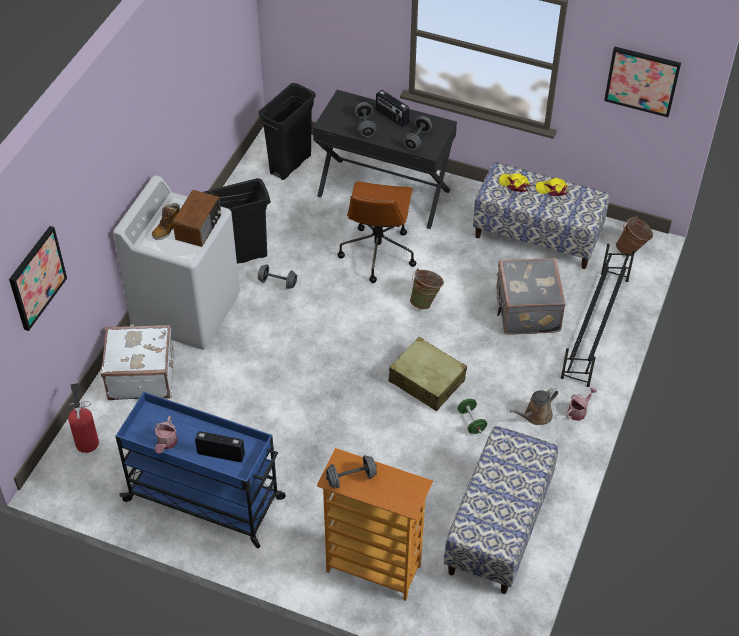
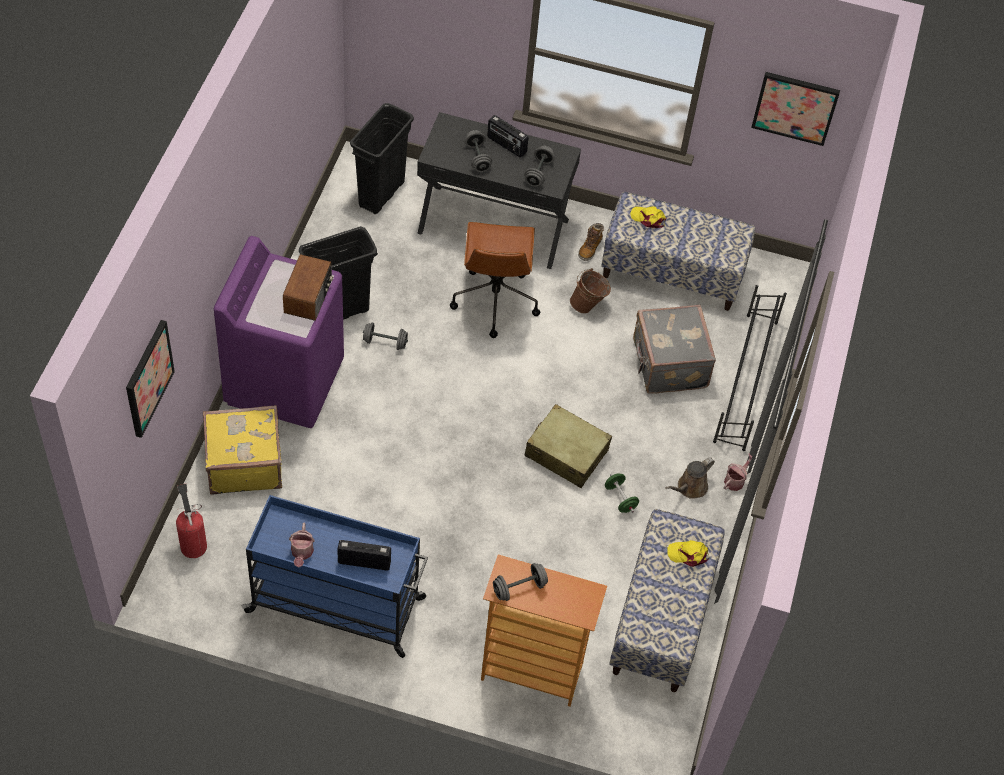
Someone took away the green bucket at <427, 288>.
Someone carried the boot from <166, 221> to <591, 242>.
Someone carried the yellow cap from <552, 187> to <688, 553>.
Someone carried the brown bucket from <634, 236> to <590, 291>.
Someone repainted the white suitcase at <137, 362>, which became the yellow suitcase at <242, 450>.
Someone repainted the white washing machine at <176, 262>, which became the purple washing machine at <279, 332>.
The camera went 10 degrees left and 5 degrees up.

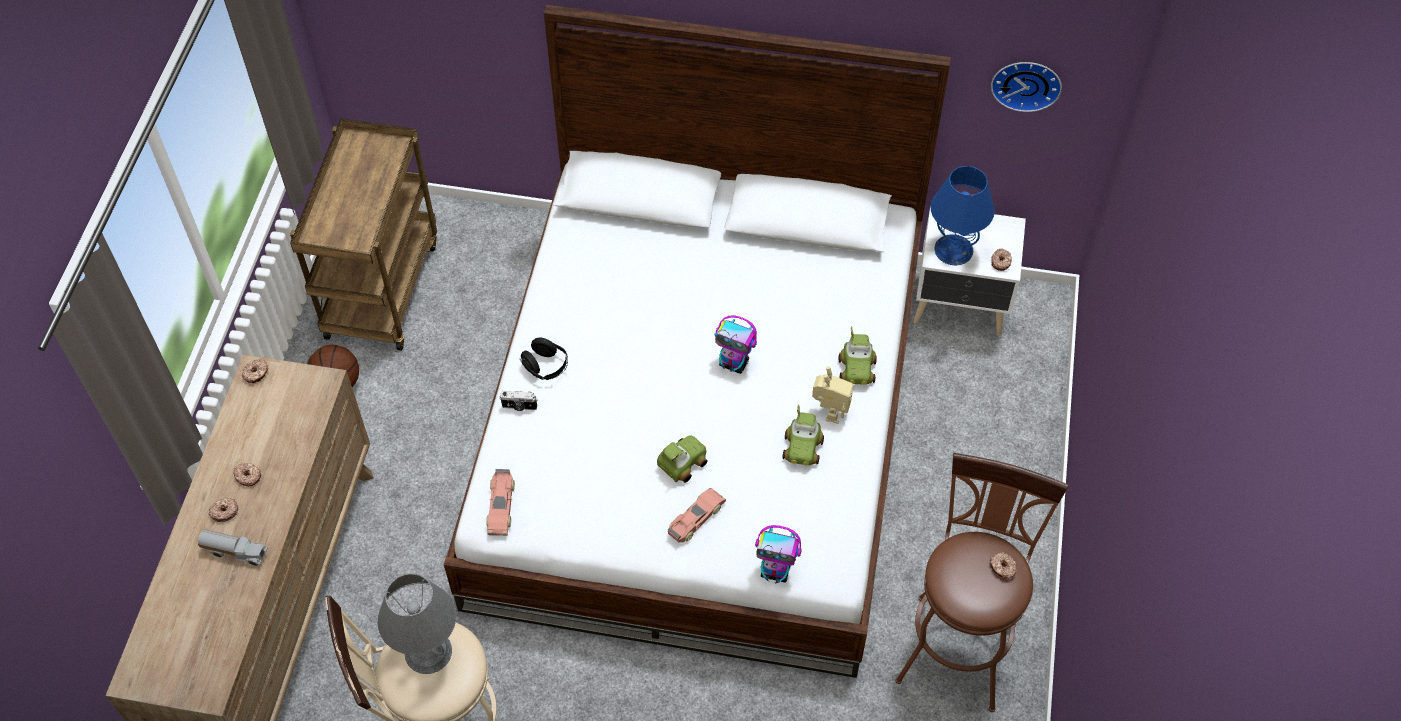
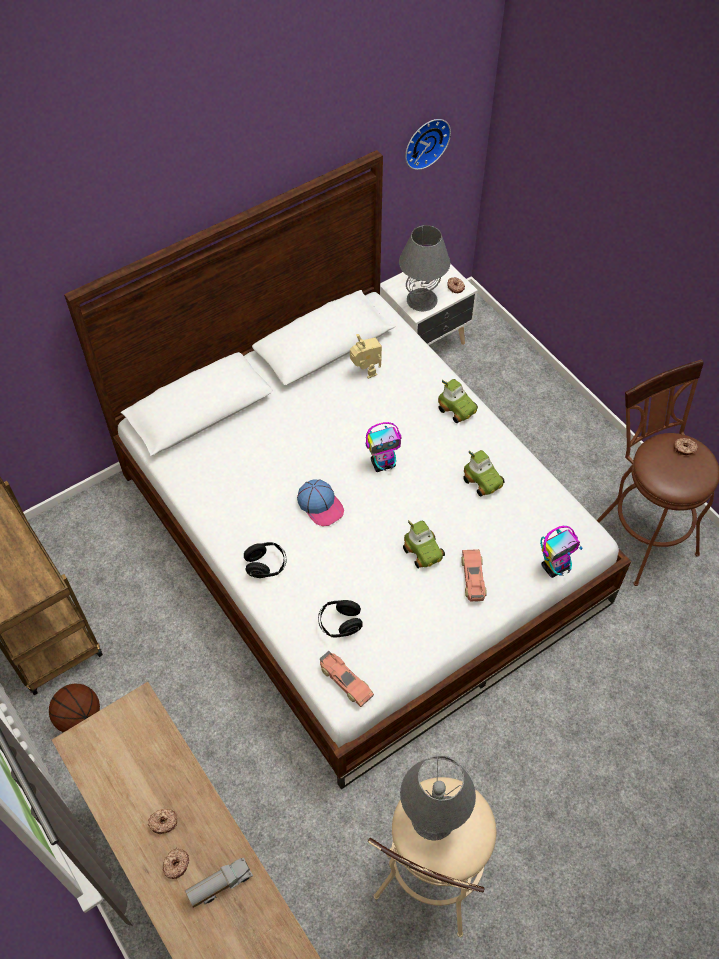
Someone took away the donut at <255, 371>.
Someone took away the photo camera at <518, 401>.
Someone put down the cap at <320, 503>.
Someone put down the black headphones at <340, 618>.
Someone carried the toy robot from <832, 395> to <366, 356>.
Someone repainted the blue table lamp at <963, 215>, which became the grey table lamp at <424, 268>.
Someone rotated the toy car at <682, 459> by 150 degrees clockwise.
The camera went 45 degrees left and 0 degrees up.

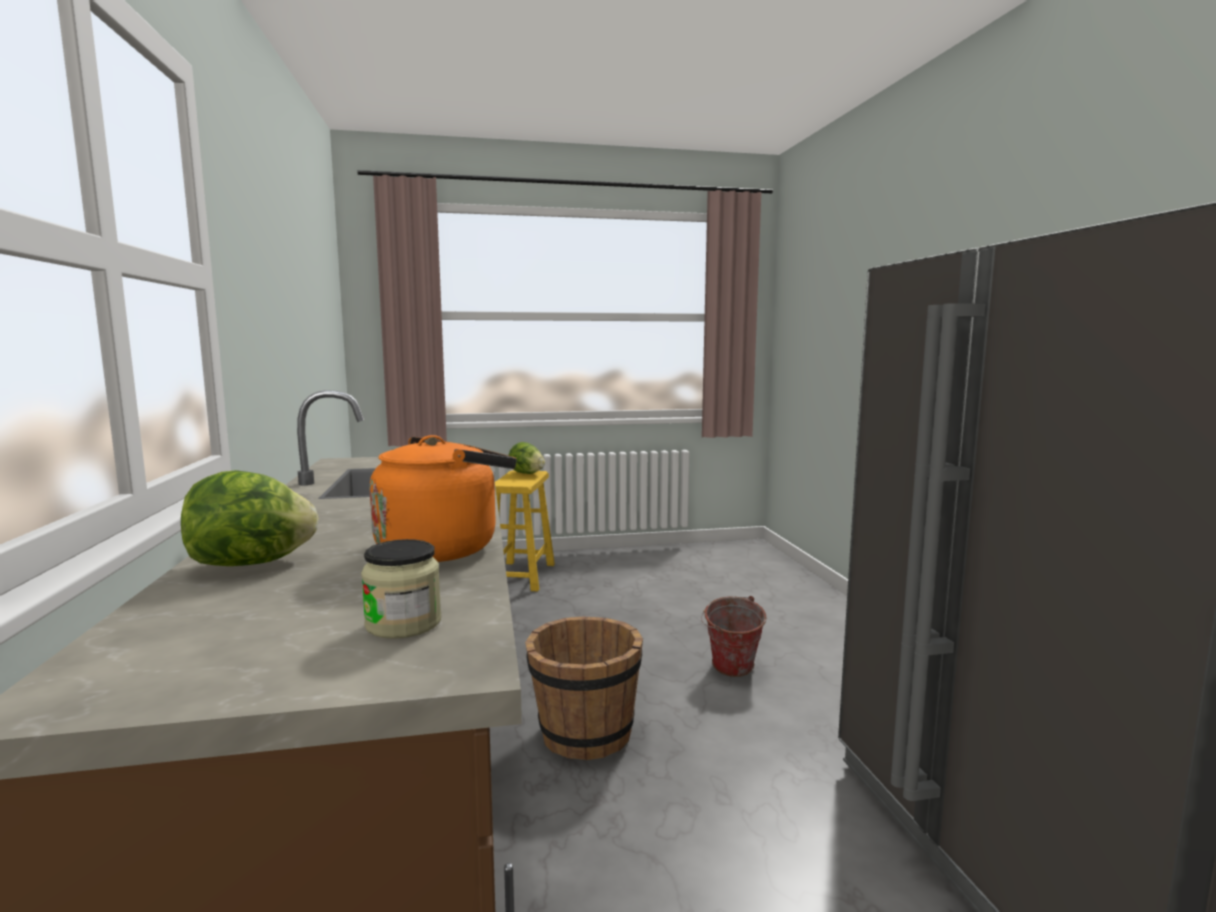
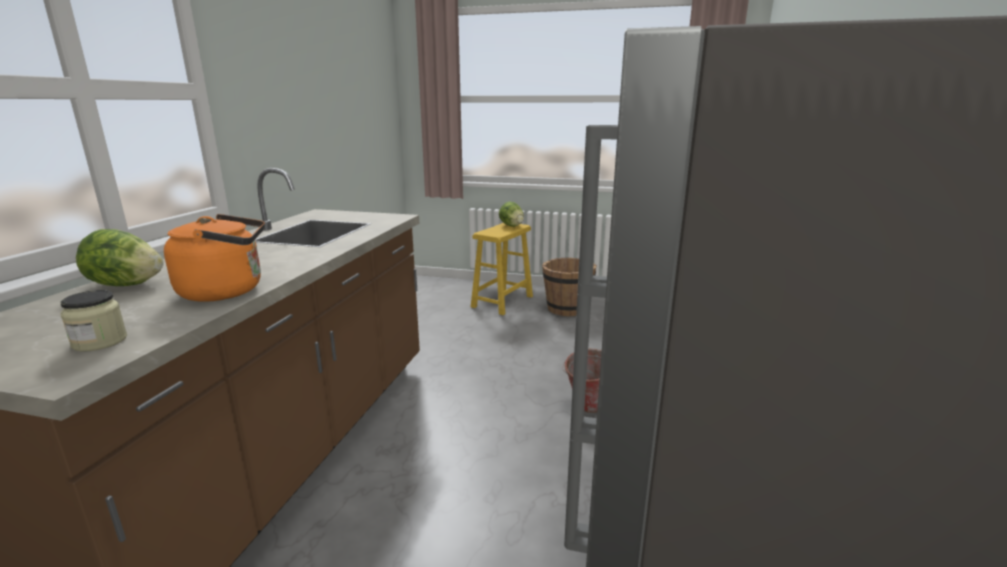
Someone carried the brown bucket from <584, 688> to <569, 287>.
The camera went 25 degrees right and 10 degrees up.

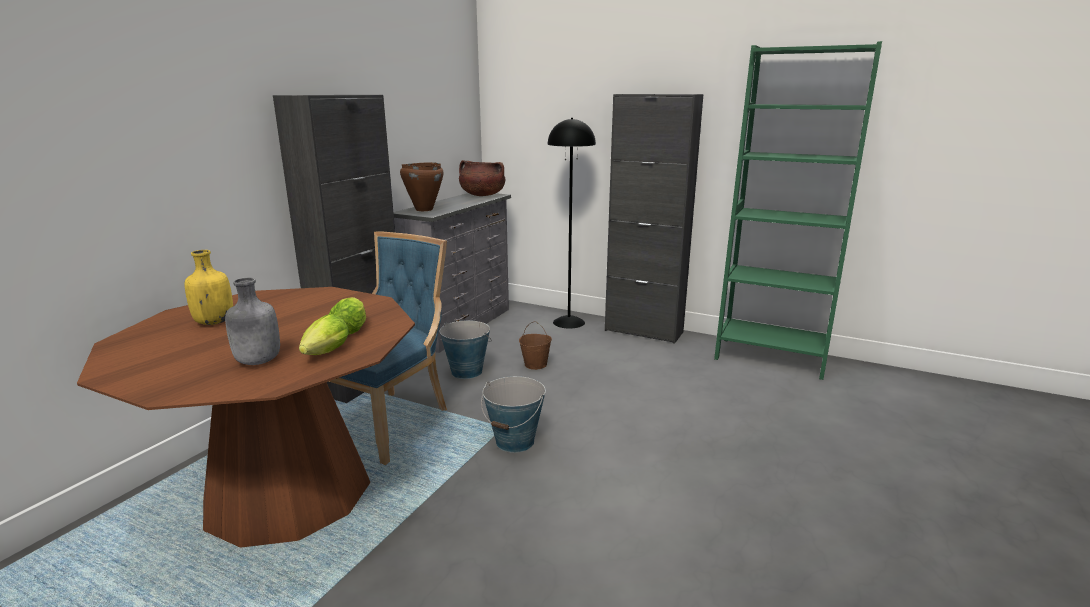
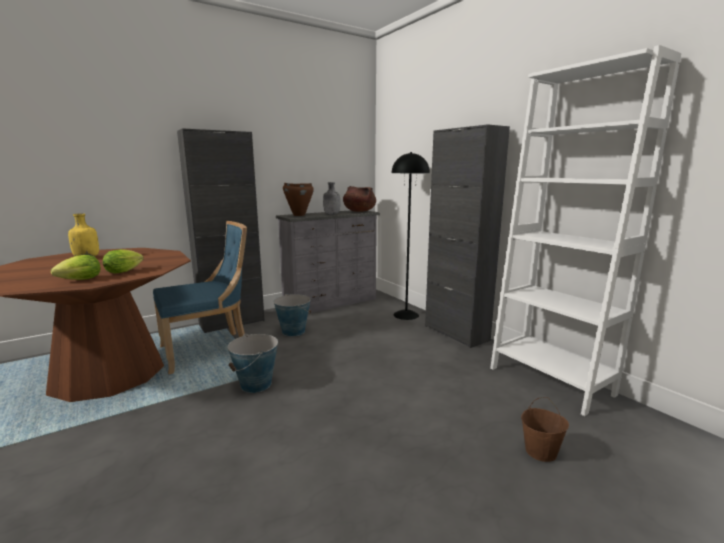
Someone carried the grey bottle from <252, 321> to <331, 198>.
Someone carried the brown bucket from <535, 345> to <545, 429>.
Someone repainted the green bookcase at <798, 210>, which became the white bookcase at <585, 230>.
The camera went 30 degrees right and 5 degrees down.

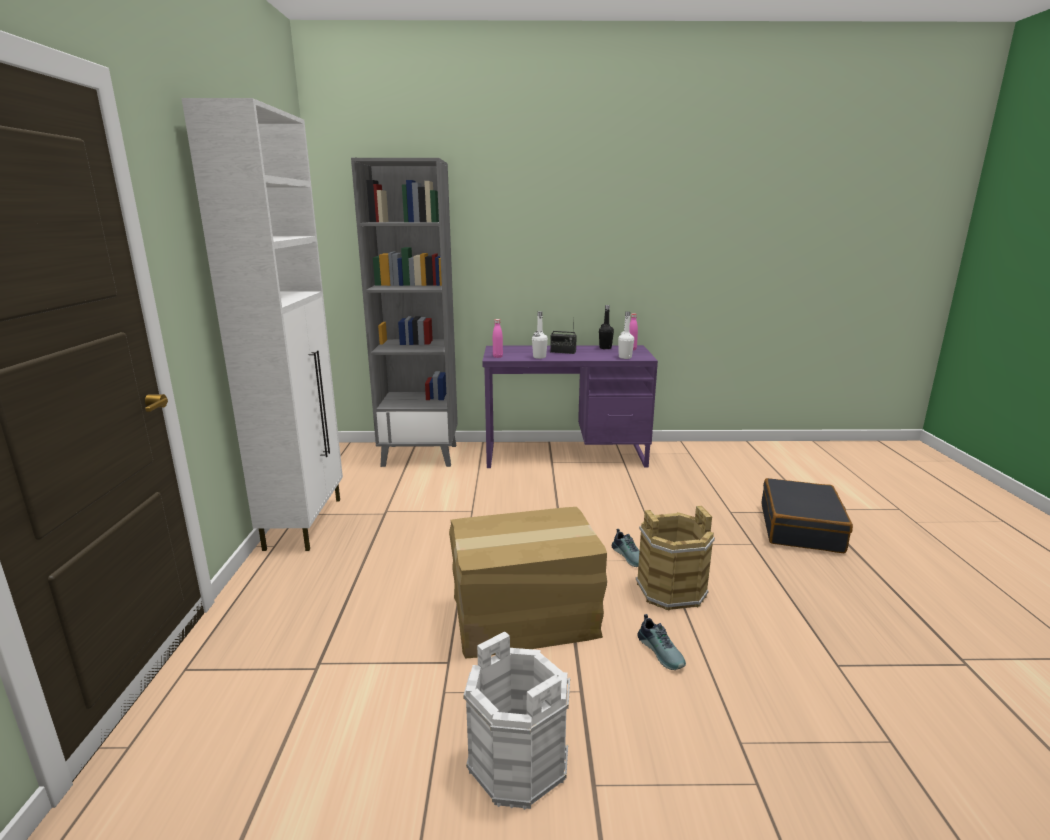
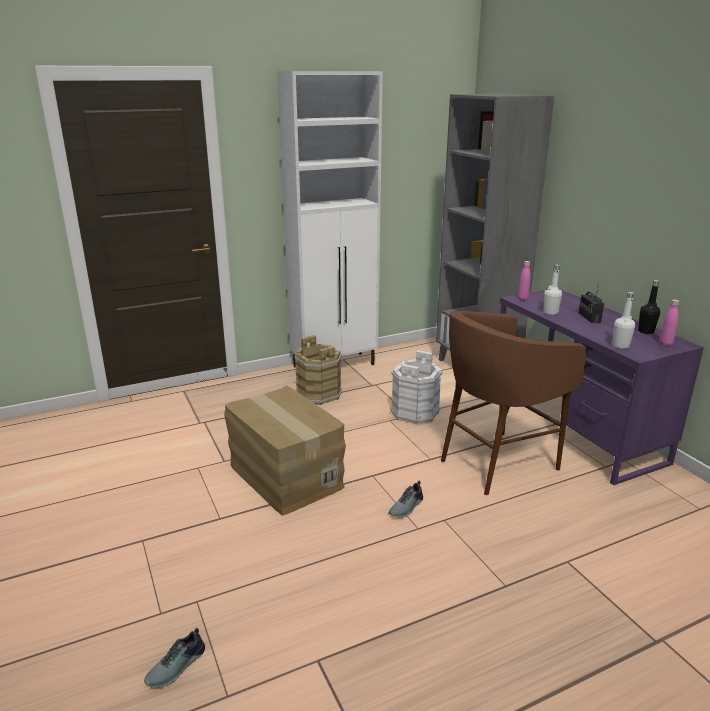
Someone took away the black suitcase at <807, 515>.
Someone put down the brown stool at <514, 403>.
Someone carried the white bucket from <516, 720> to <416, 387>.
Someone carried the brown bucket from <675, 558> to <318, 370>.
Someone carried the shoe from <661, 642> to <174, 658>.
The camera went 65 degrees right and 5 degrees up.

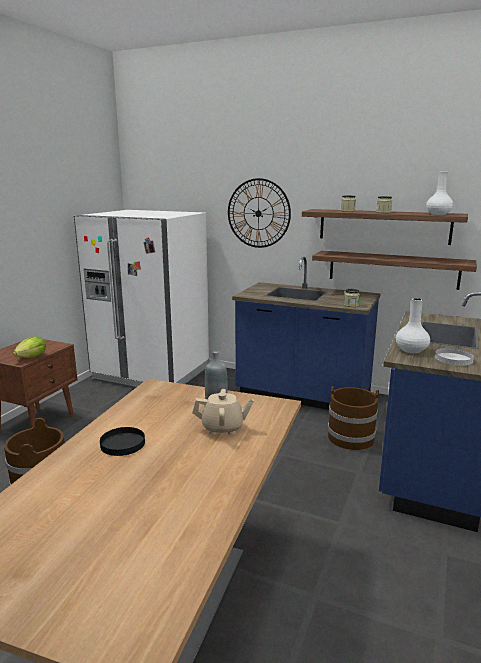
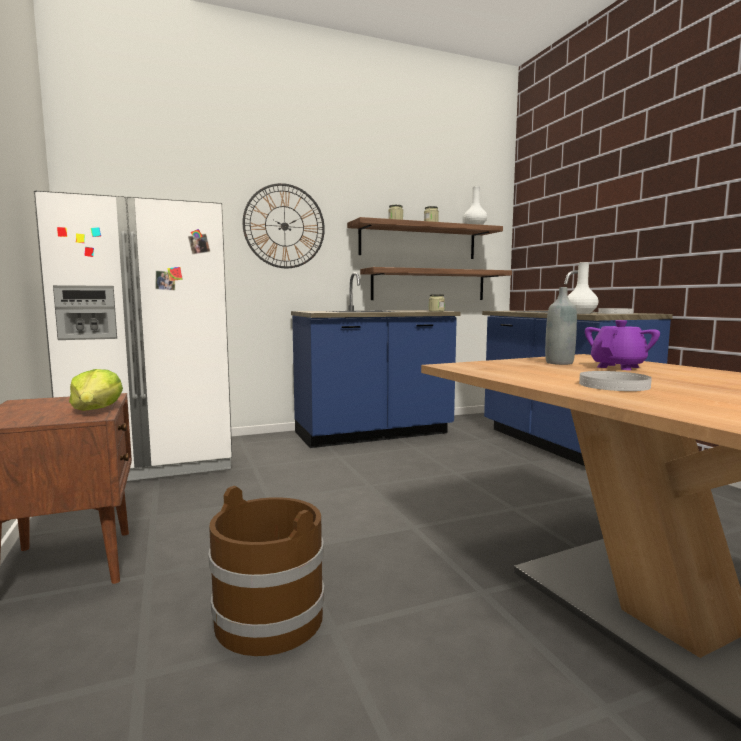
Someone took away the brown bucket at <353, 418>.
Someone repainted the black plate at <122, 441>, which became the white plate at <615, 381>.
Someone repainted the beige teapot at <223, 412>, which became the purple teapot at <622, 345>.
The camera went 45 degrees left and 10 degrees down.

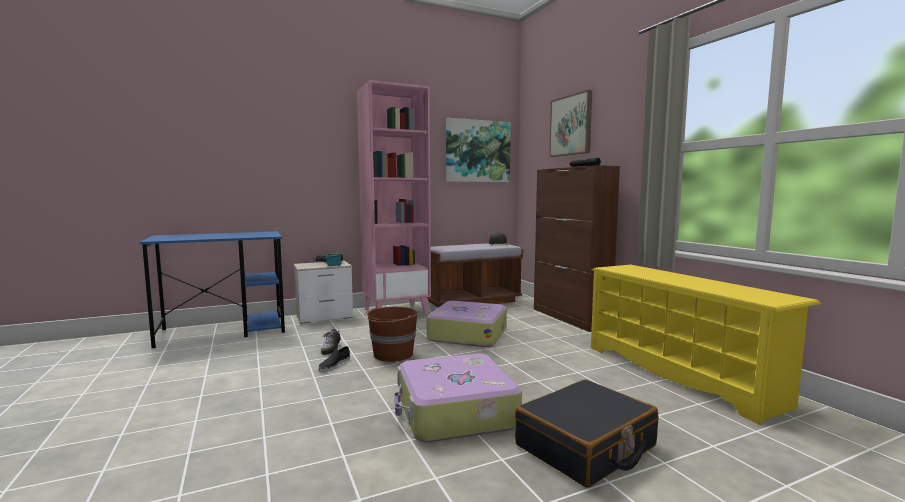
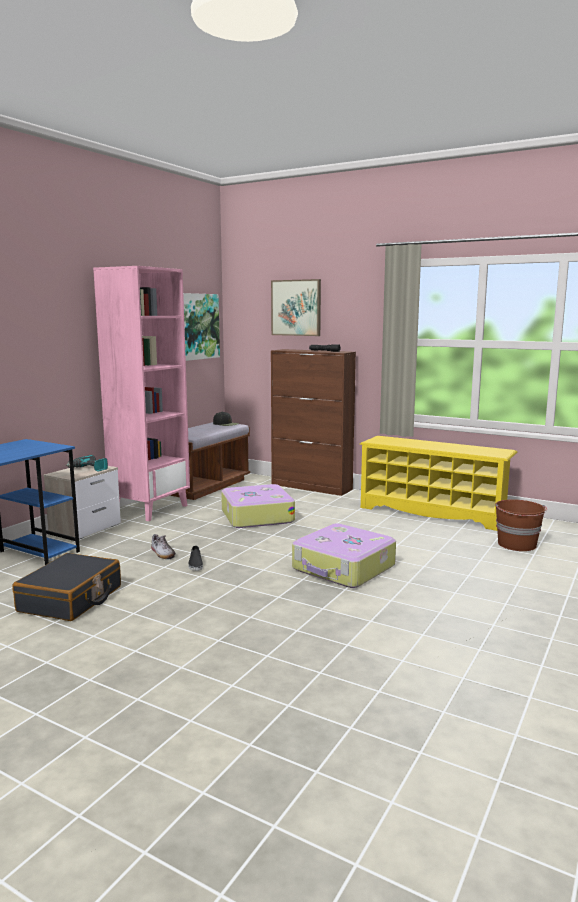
Someone carried the brown bucket from <391, 334> to <521, 525>.
Someone carried the black suitcase from <586, 433> to <66, 587>.
The camera went 35 degrees left and 5 degrees up.

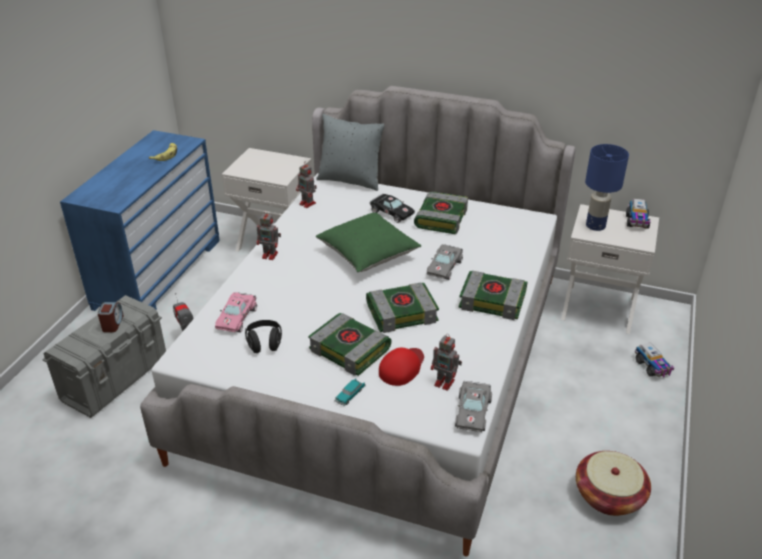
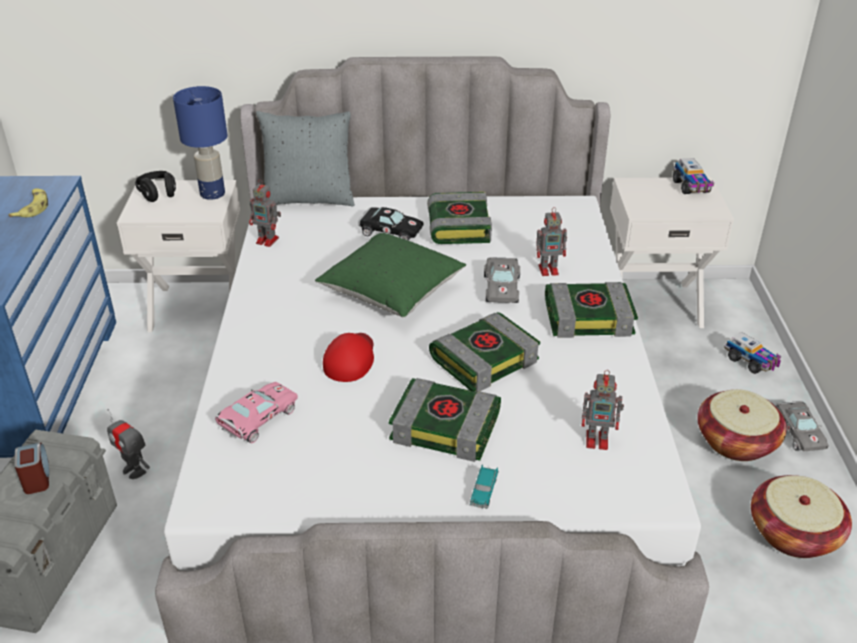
Someone put down the basket at <742, 425>.
Someone carried the black headphones from <263, 336> to <155, 186>.
Someone carried the toy robot from <269, 235> to <552, 241>.
Someone carried the red cap from <401, 367> to <348, 357>.
Someone carried the grey toy car from <473, 406> to <802, 426>.
Someone carried the blue table lamp from <607, 187> to <200, 143>.
Someone rotated the pink toy car at <236, 312> by 135 degrees counterclockwise.
The camera went 20 degrees left and 0 degrees up.

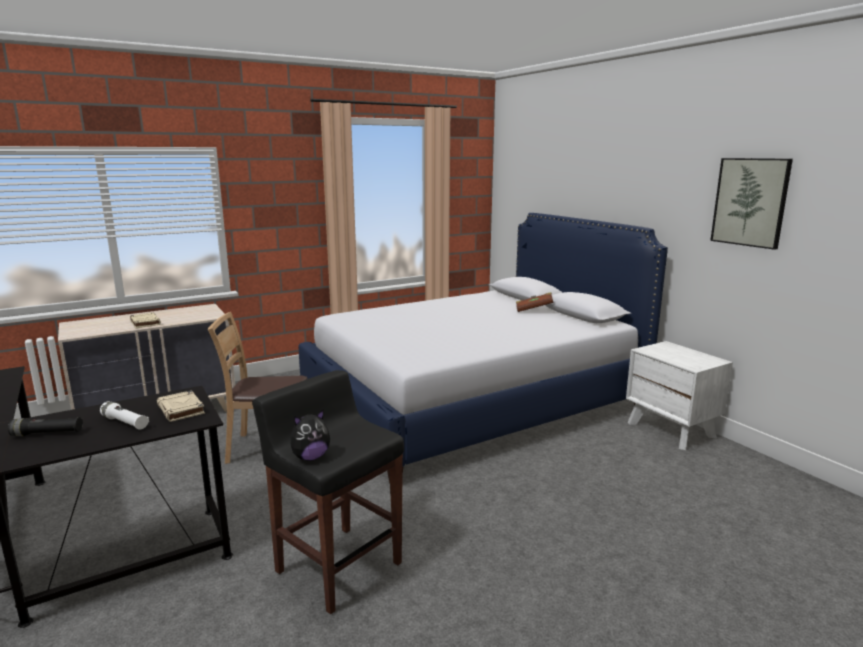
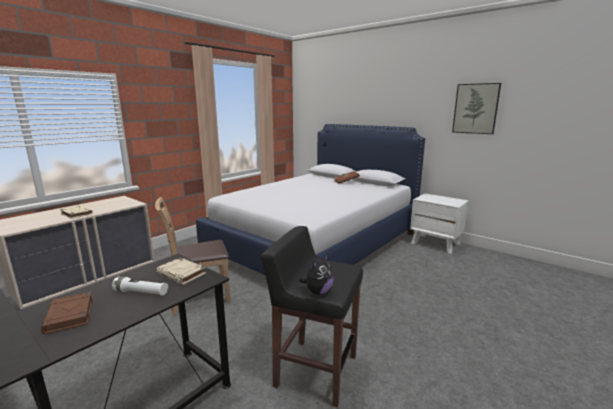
Someone swapped the black flashlight at <45, 426> for the brown book at <66, 313>.
The camera went 20 degrees left and 0 degrees up.

